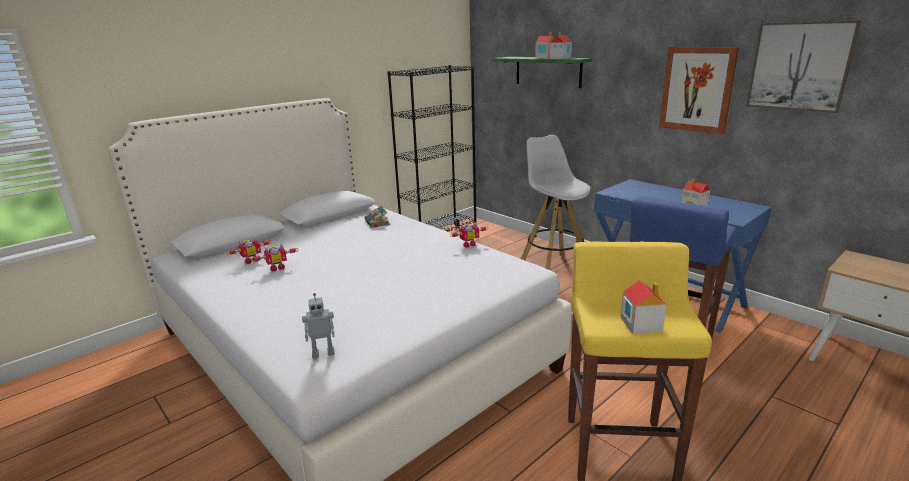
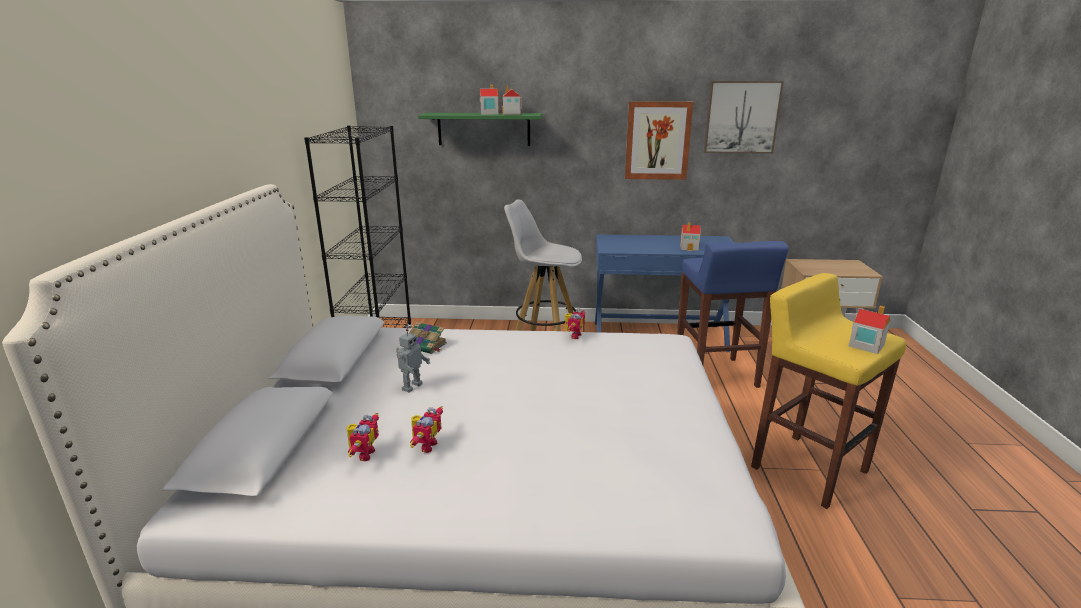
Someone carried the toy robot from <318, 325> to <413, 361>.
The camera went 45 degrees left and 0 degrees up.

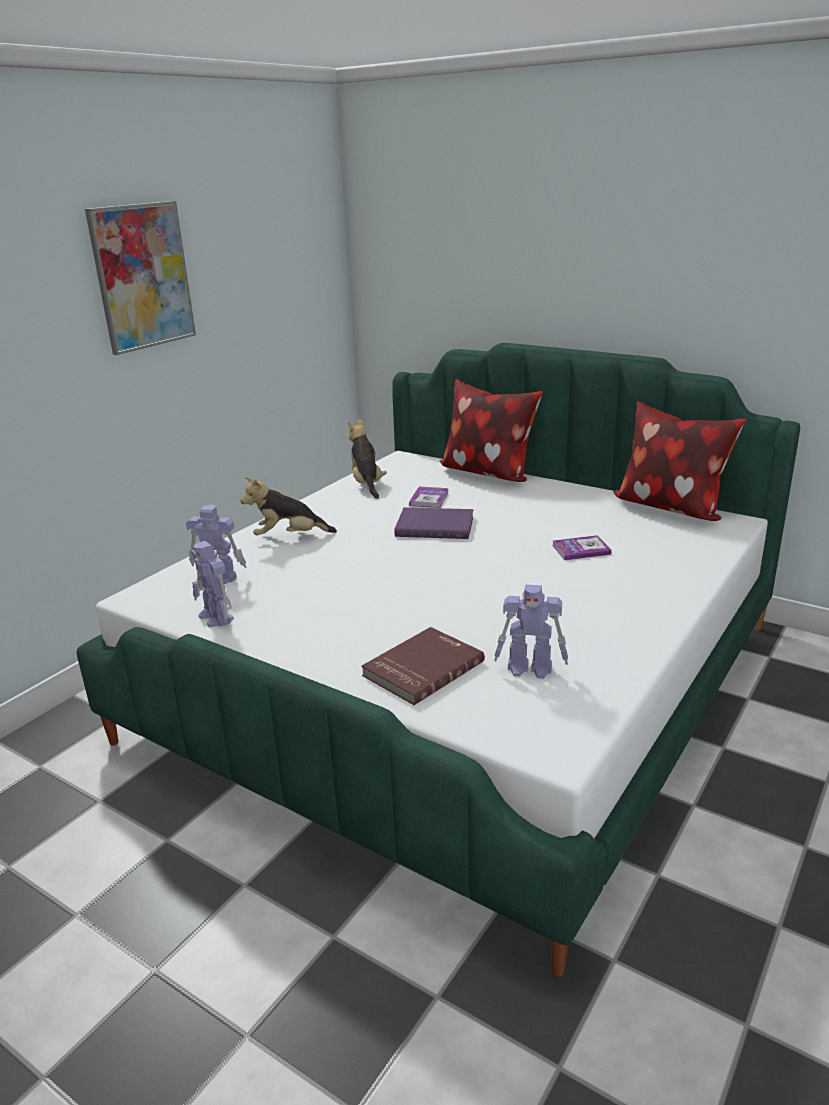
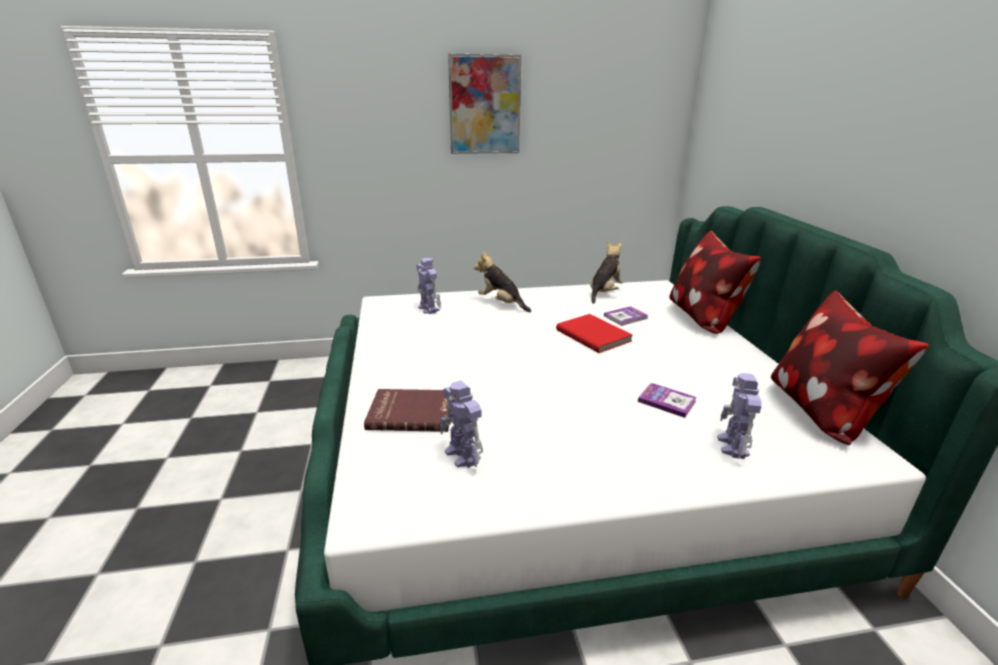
Someone carried the toy robot from <212, 584> to <739, 416>.
Someone repainted the purple book at <433, 523>, which became the red book at <594, 333>.
The camera went 45 degrees right and 0 degrees up.

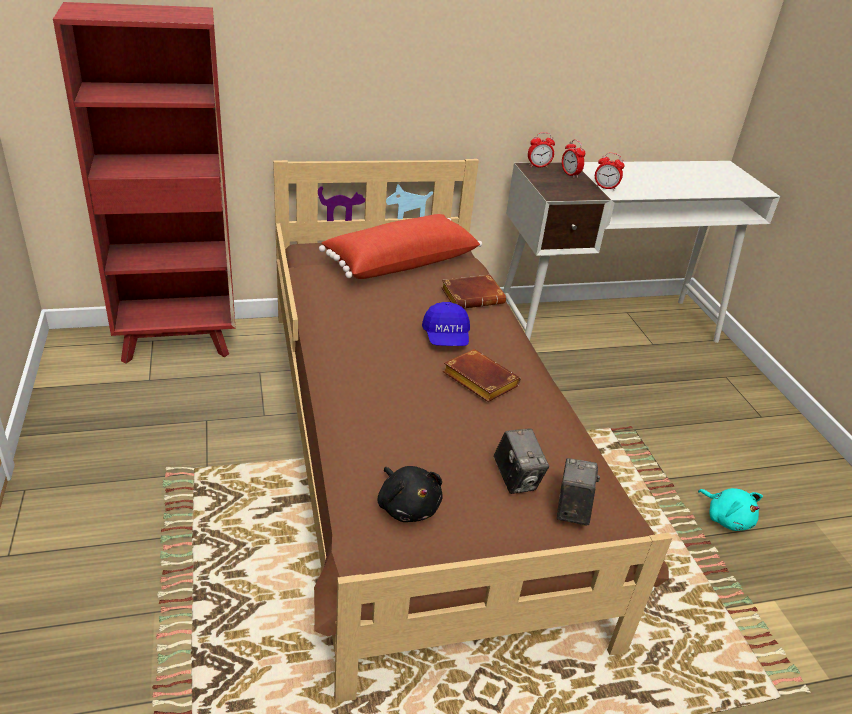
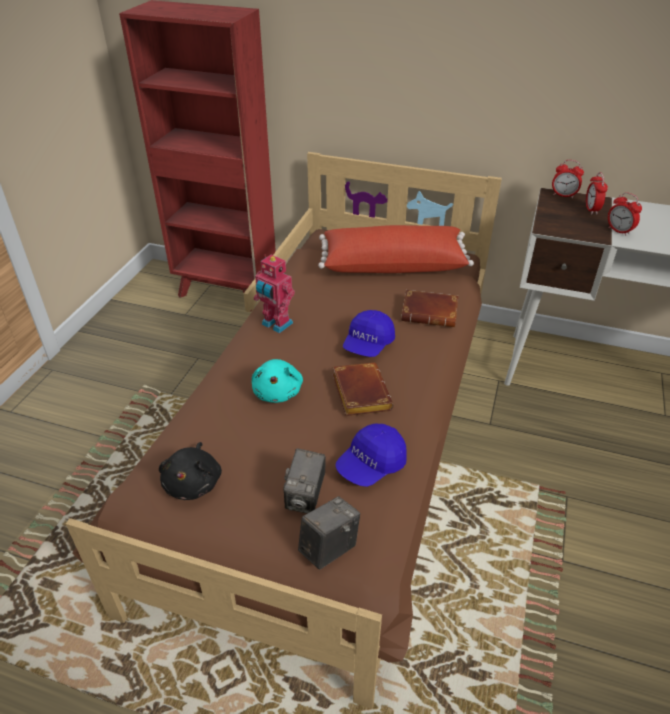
Someone put down the toy robot at <274, 294>.
Someone put down the blue cap at <371, 455>.
Someone carried the turquoise plush toy from <730, 509> to <277, 381>.
The camera went 35 degrees right and 5 degrees up.

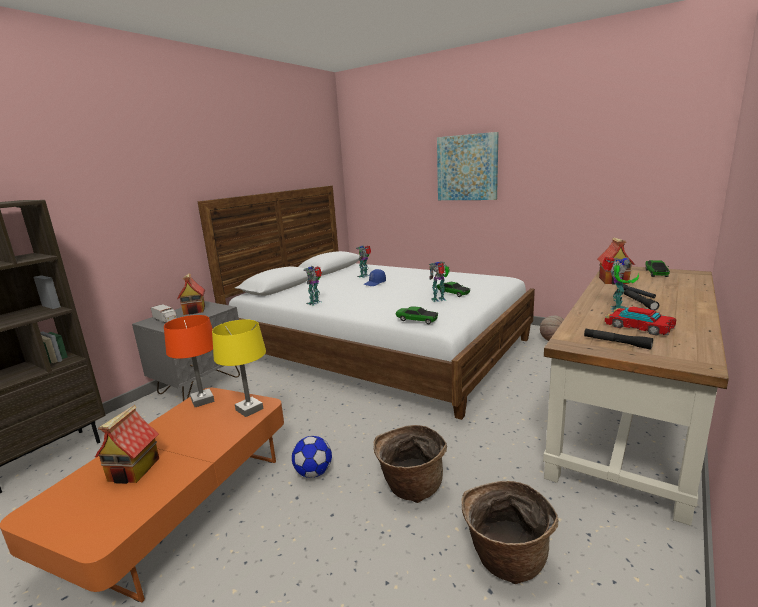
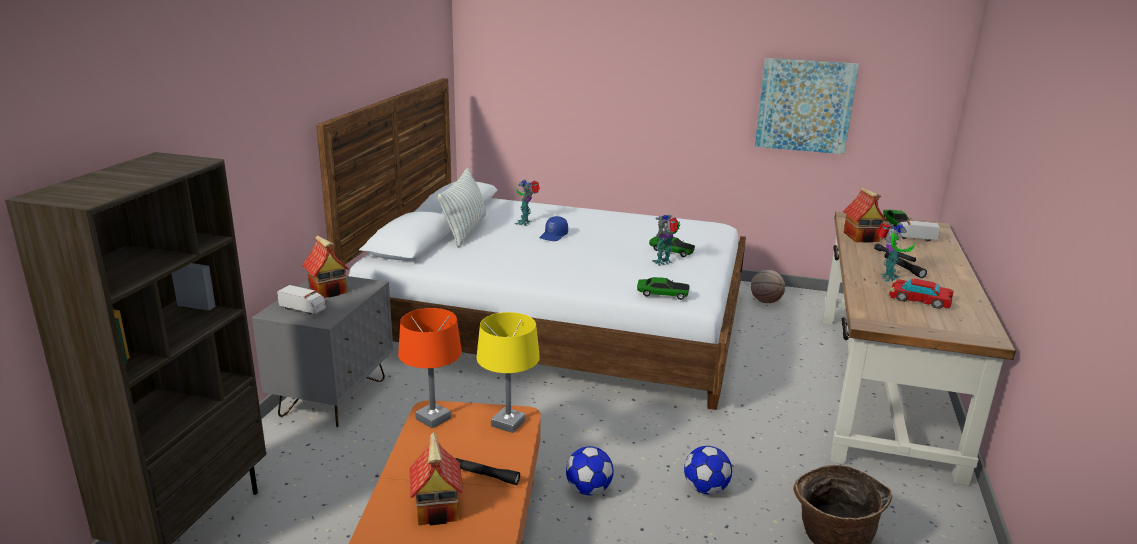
Someone took away the toy robot at <312, 286>.
Someone put down the pillow at <462, 208>.
Someone put down the toy truck at <919, 231>.
Someone carried the picture from <467, 166> to <807, 106>.
Someone carried the black flashlight from <618, 339> to <487, 471>.
Someone swapped the basket at <410, 464> for the football at <708, 470>.
The camera went 20 degrees left and 5 degrees up.

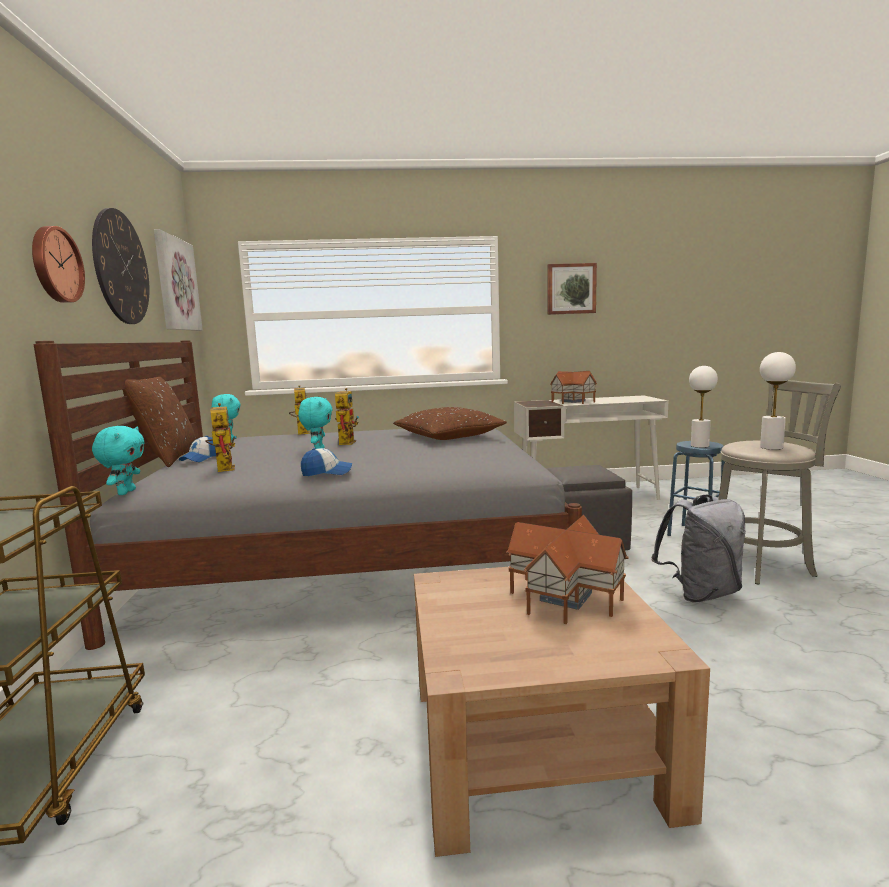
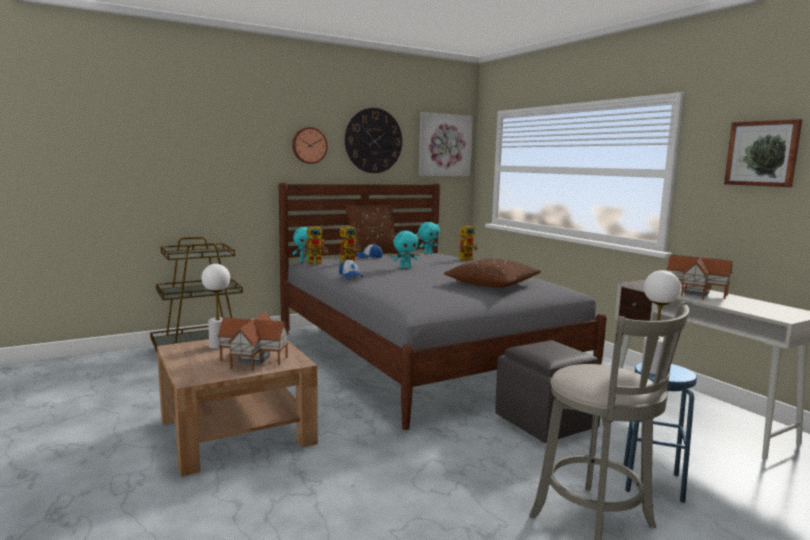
Someone took away the grey backpack at <698, 548>.
Someone carried the toy robot from <347, 416> to <316, 244>.
Someone carried the white table lamp from <778, 401> to <216, 306>.
The camera went 65 degrees right and 0 degrees up.

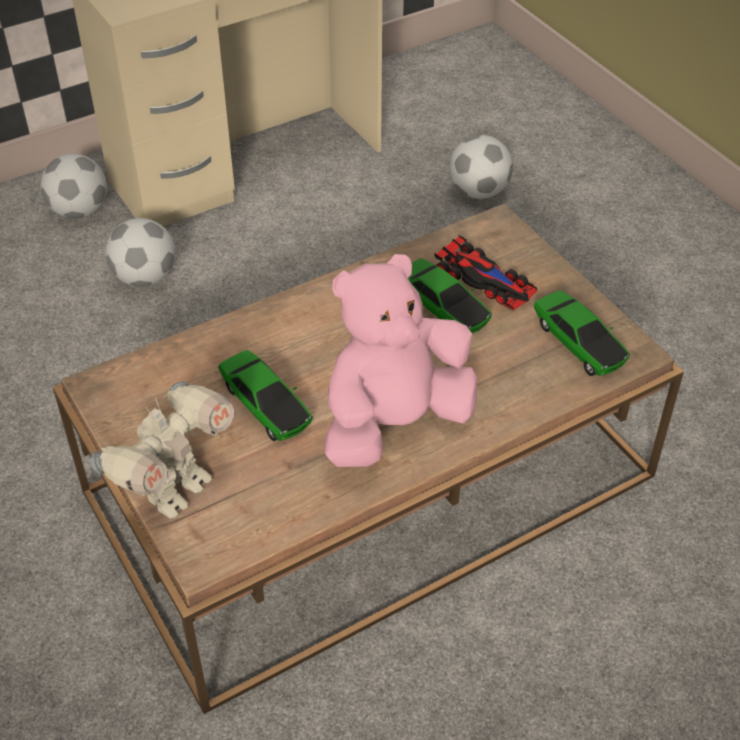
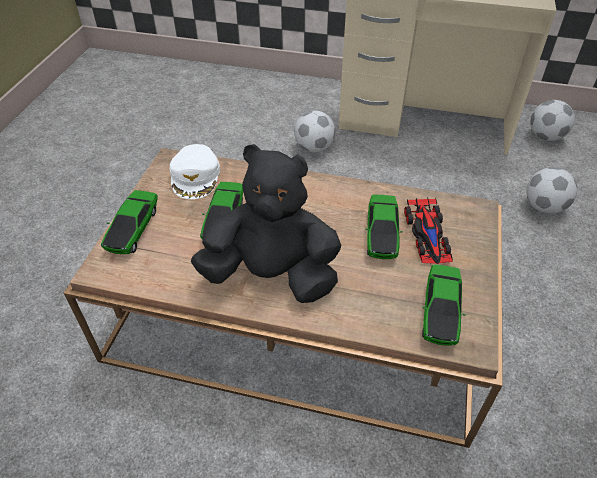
Someone put down the white cap at <195, 171>.
Someone carried the football from <74, 186> to <552, 120>.
Someone swapped the toy robot at <162, 450> for the toy car at <129, 222>.
Someone repainted the pink plush toy at <400, 360>, which became the black plush toy at <266, 223>.
The camera went 45 degrees right and 0 degrees up.

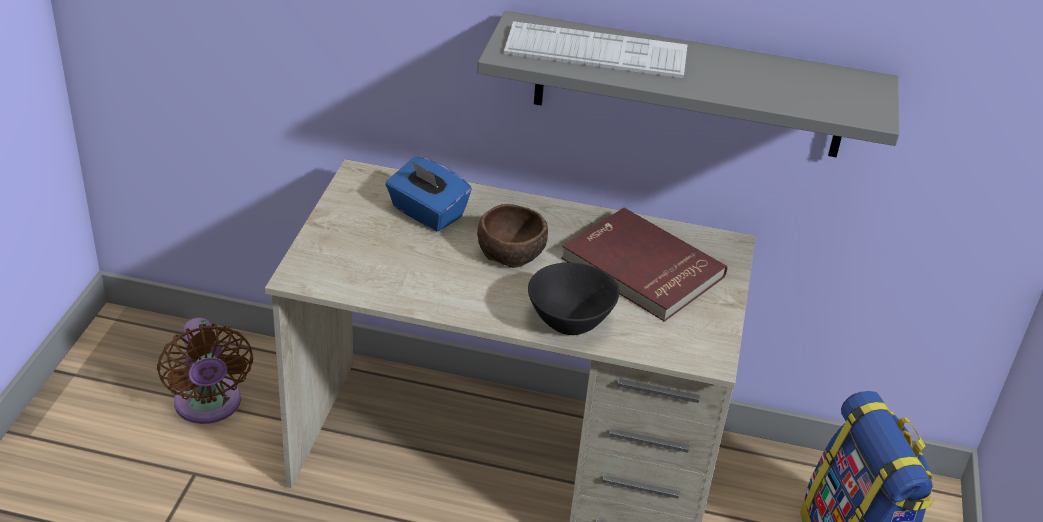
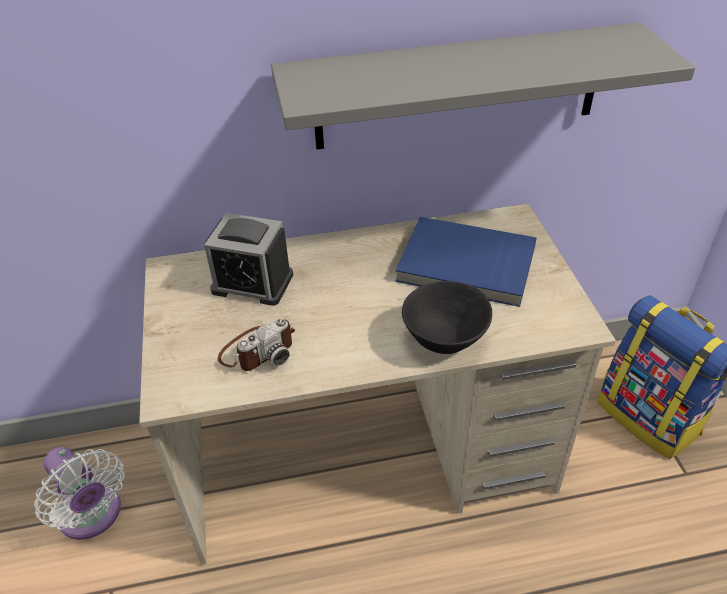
Someone took away the brown bowl at <512, 236>.
Someone took away the keyboard at <595, 49>.
Someone put down the photo camera at <256, 344>.
Someone swapped the blue tissue box at <428, 194> for the alarm clock at <248, 259>.
Someone repainted the brown fan at <205, 371>, which became the white fan at <79, 493>.
Someone repainted the red book at <644, 265>, which became the blue book at <466, 262>.
The camera went 20 degrees left and 5 degrees up.

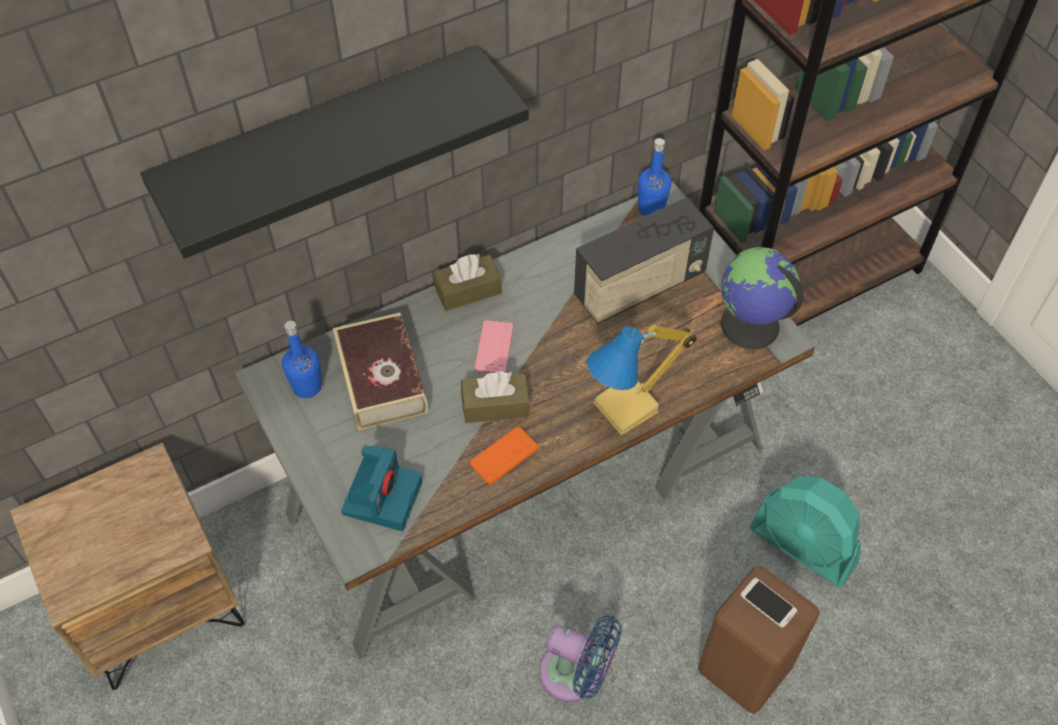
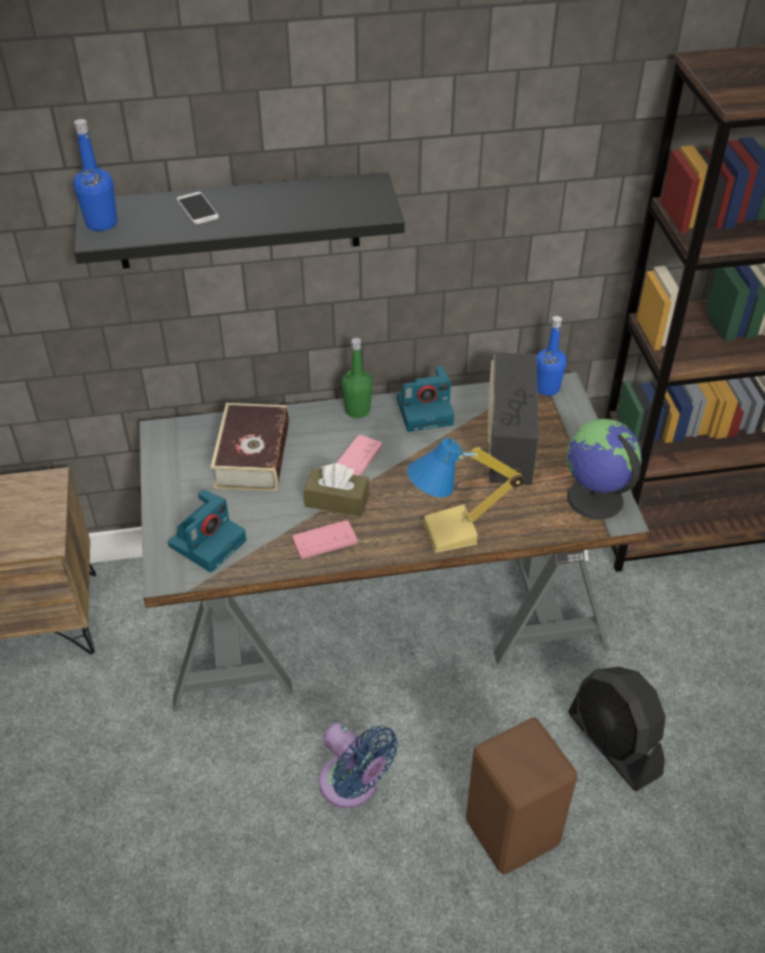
Someone put down the photo camera at <425, 399>.
Someone carried the blue bottle from <302, 359> to <95, 175>.
Someone carried the phone from <769, 603> to <198, 208>.
Someone swapped the brown tissue box at <467, 282> for the green bottle at <357, 378>.
Someone repainted the orange game controller at <504, 455>, which became the pink game controller at <325, 539>.
Someone repainted the turquoise fan at <805, 532>, which became the black fan at <617, 729>.
Someone rotated the radio at <644, 260> by 105 degrees clockwise.
The camera went 20 degrees right and 10 degrees down.

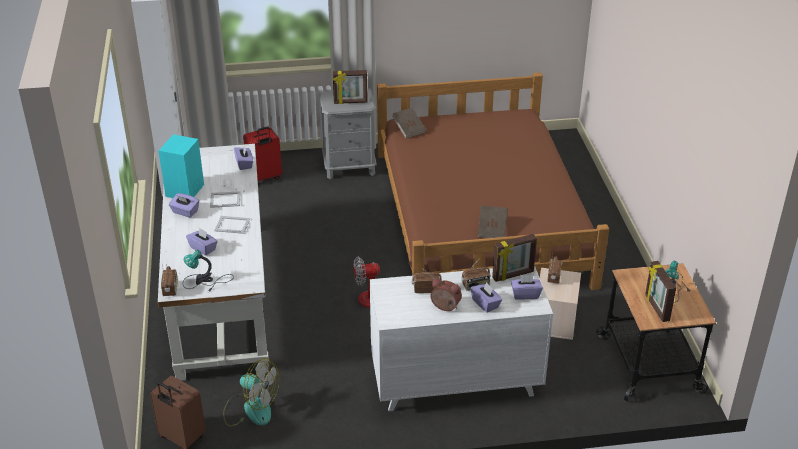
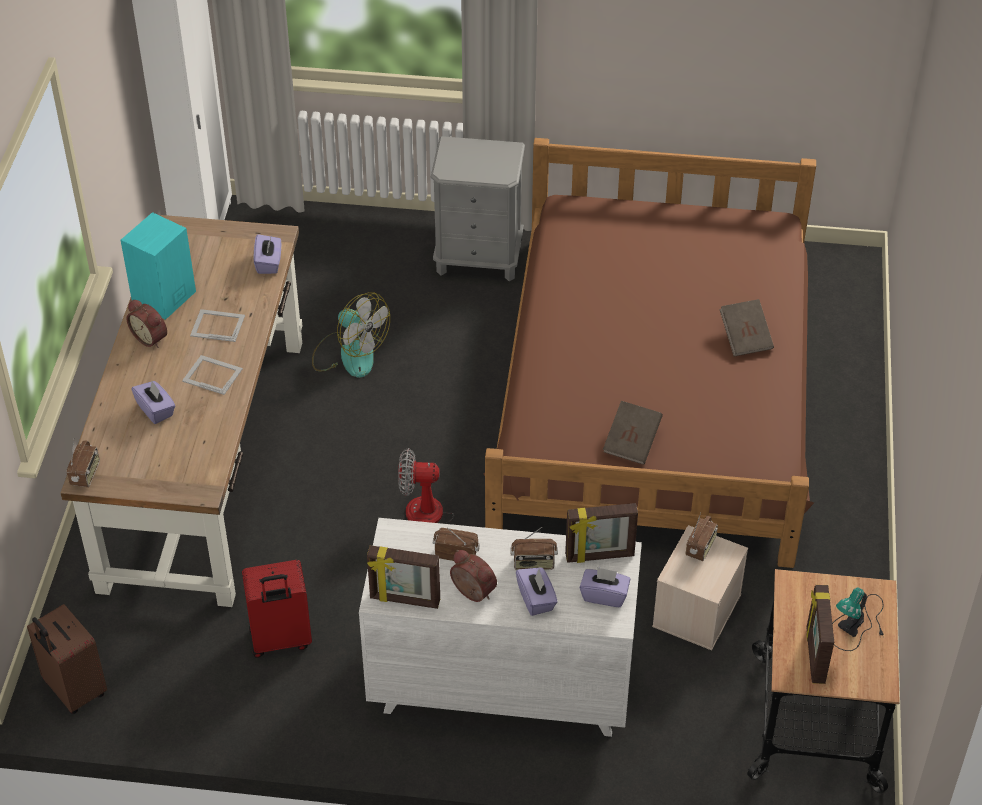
Someone took away the table lamp at <208, 271>.
Someone carried the fan from <251, 392> to <351, 335>.
Someone carried the red suitcase from <262, 154> to <277, 609>.
Someone carried the picture frame from <350, 87> to <403, 577>.
Someone carried the brown book from <409, 123> to <746, 327>.
Someone swapped the purple tissue box at <184, 205> for the alarm clock at <146, 324>.
Someone repainted the white desk at <213, 262>, which became the brown desk at <181, 411>.
The camera went 15 degrees right and 10 degrees up.

